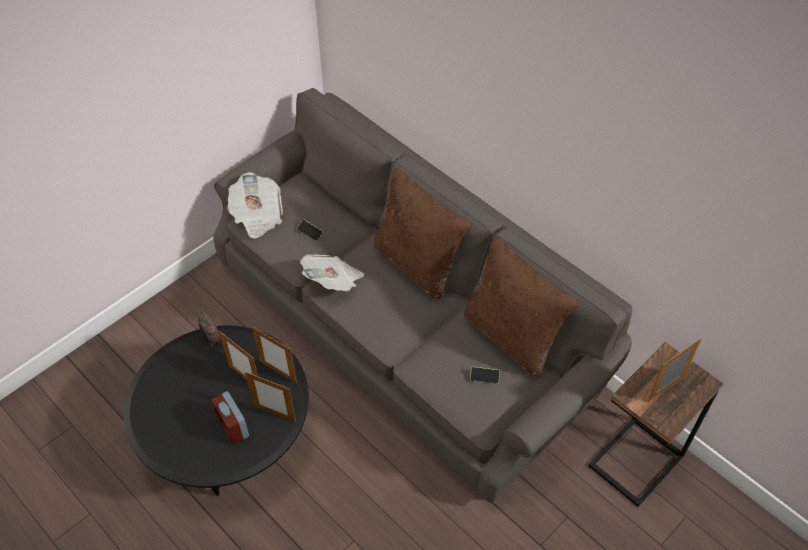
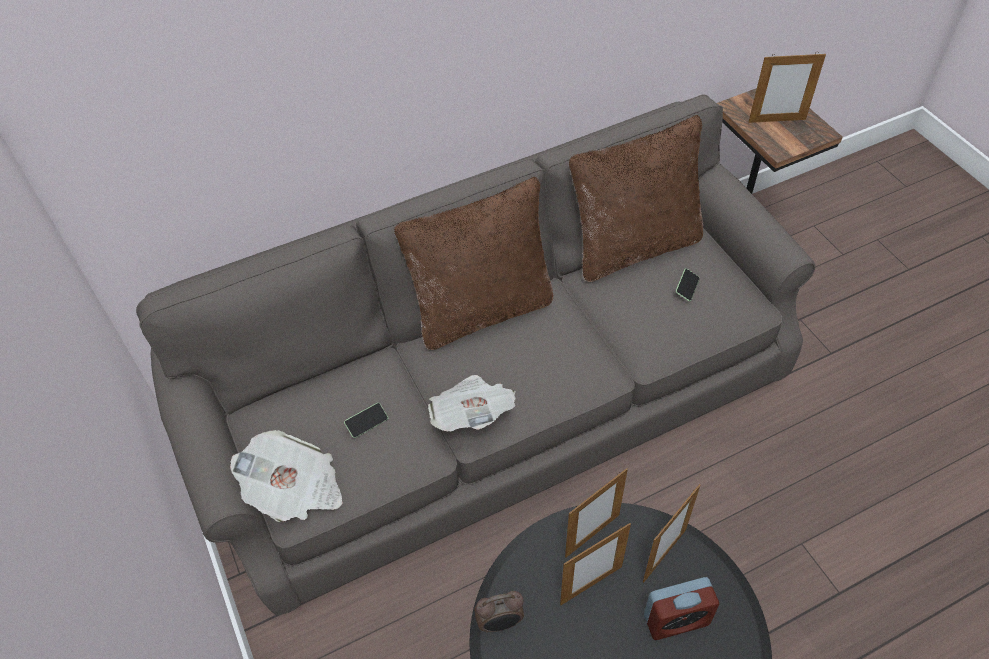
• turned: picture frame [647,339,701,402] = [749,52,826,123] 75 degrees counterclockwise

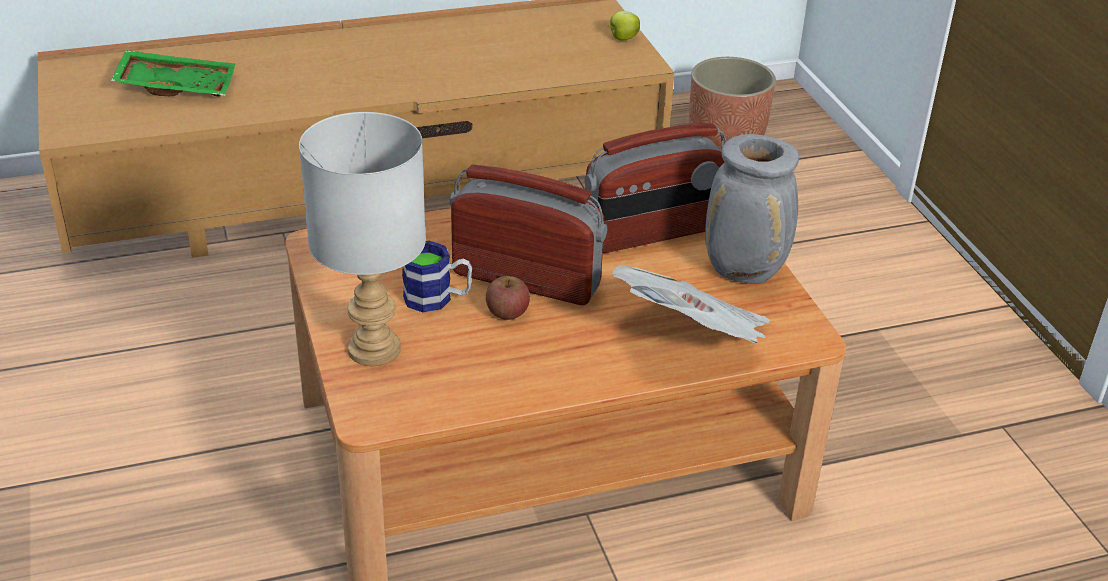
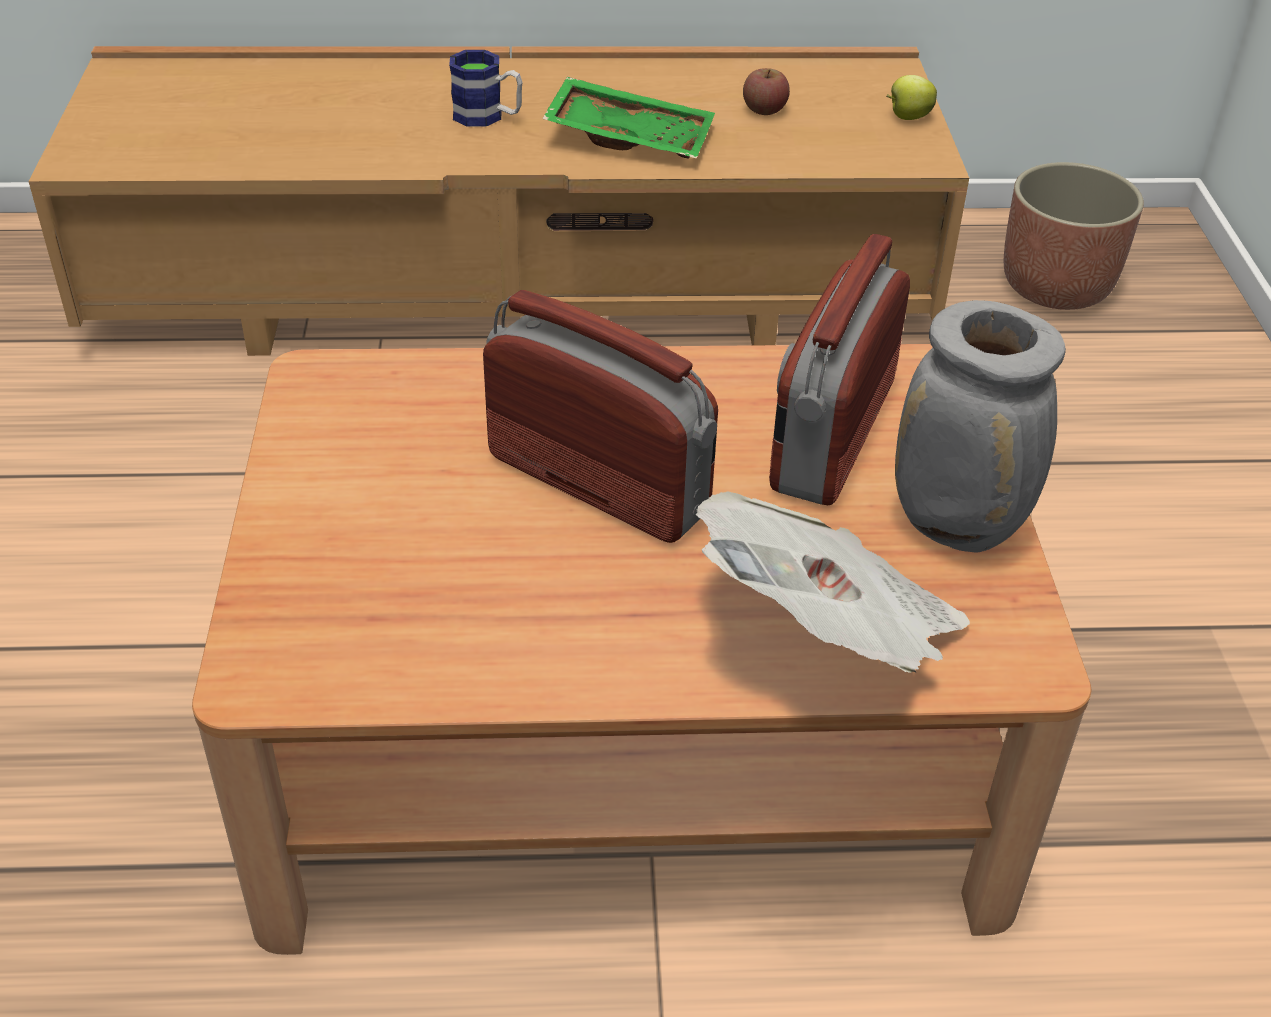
• removed: table lamp (grey) [299,112,426,366]
• moved: tray (green) [111,50,235,97] to [542,77,715,159]
• moved: mug [402,241,472,312] to [449,50,522,127]
• moved: apple [486,276,530,320] to [743,68,790,115]
• turned: radio [584,123,726,253] = [769,234,910,505] 120 degrees clockwise

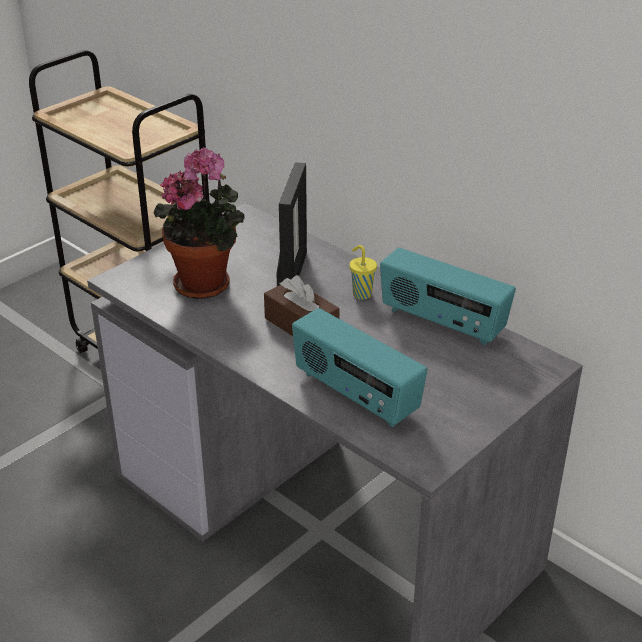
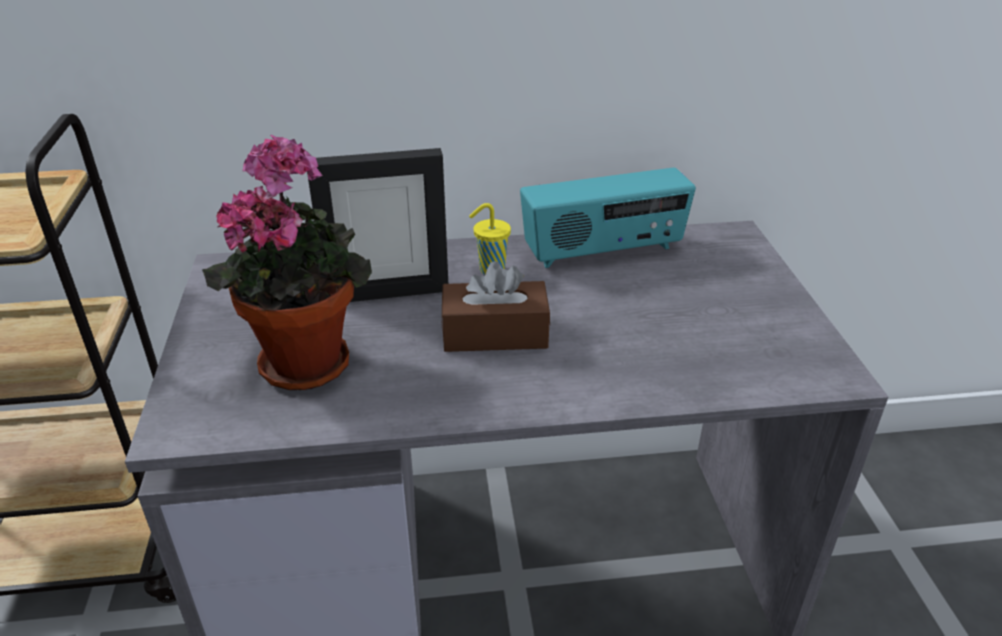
• removed: radio [292,308,427,427]
• turned: picture frame [276,162,307,286] = [307,148,448,302] 120 degrees clockwise

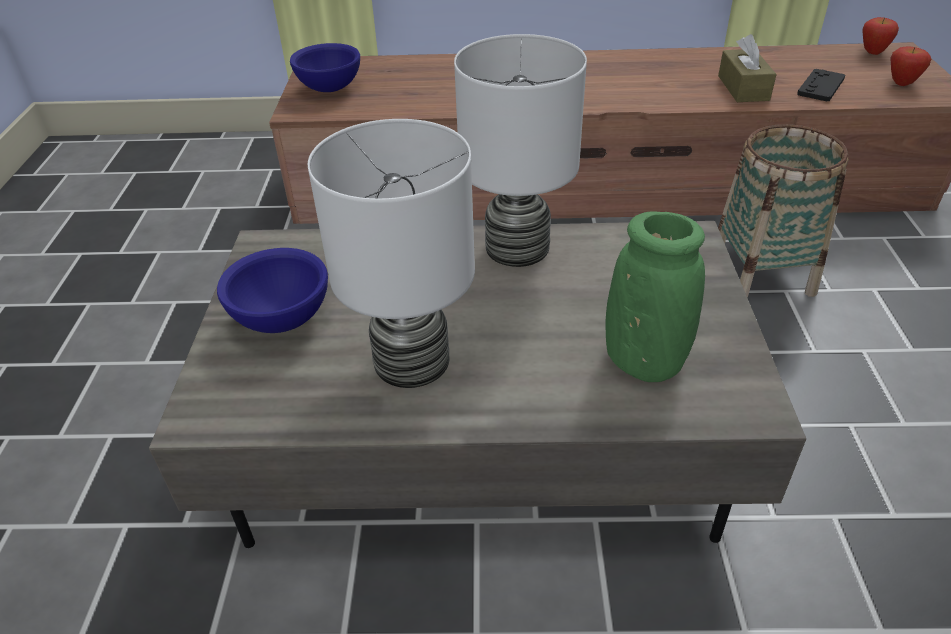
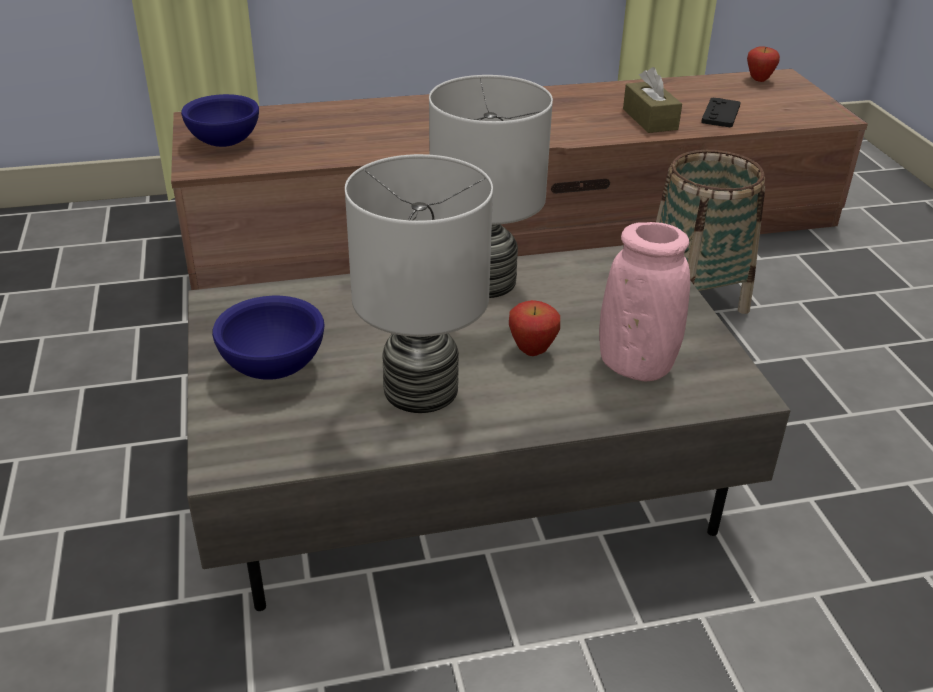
• moved: apple [890,46,931,86] to [509,300,560,356]
• recoloured: vase (green) [606,211,705,382] to vase (pink) [599,222,690,381]

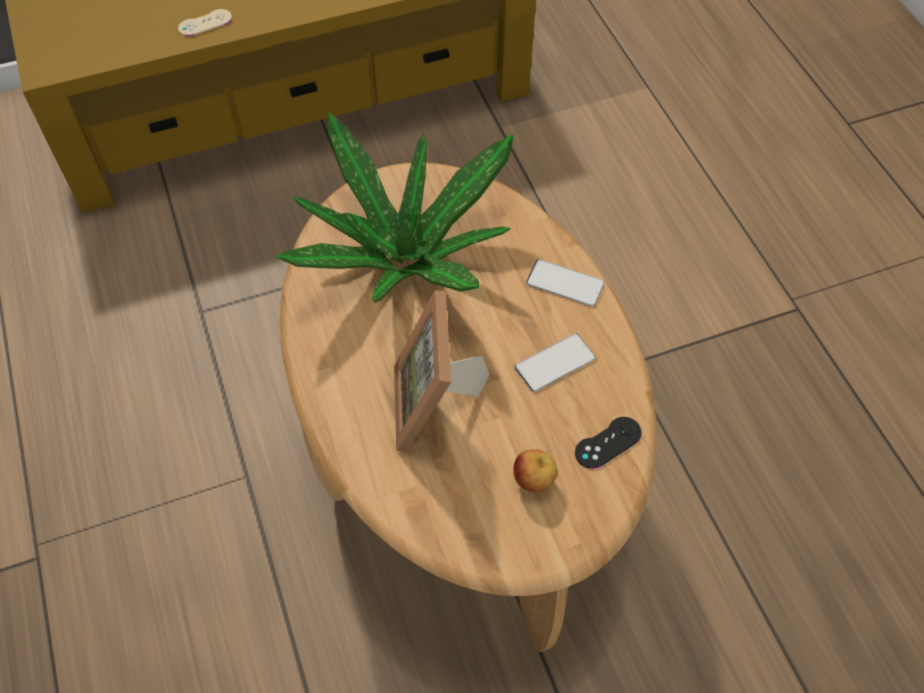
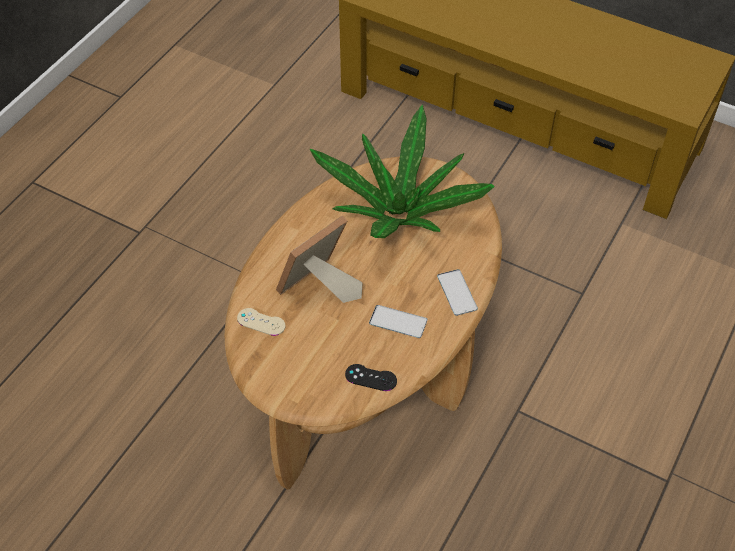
• removed: apple [513,449,558,493]
• moved: game controller (beige) [178,9,232,36] to [237,308,285,336]

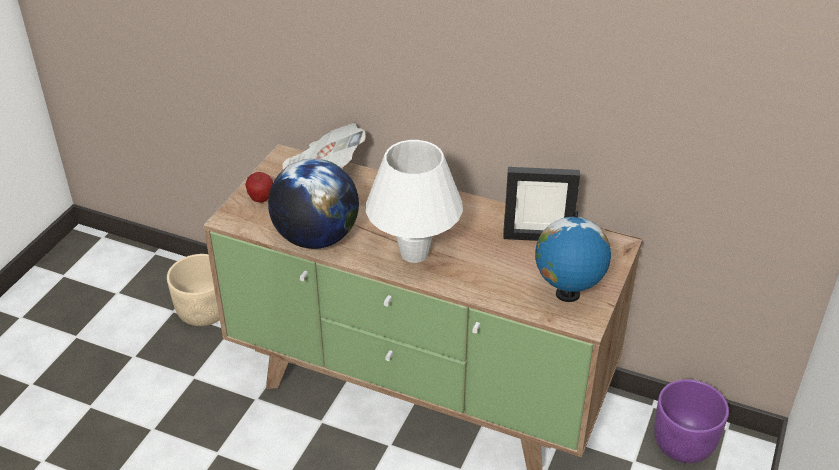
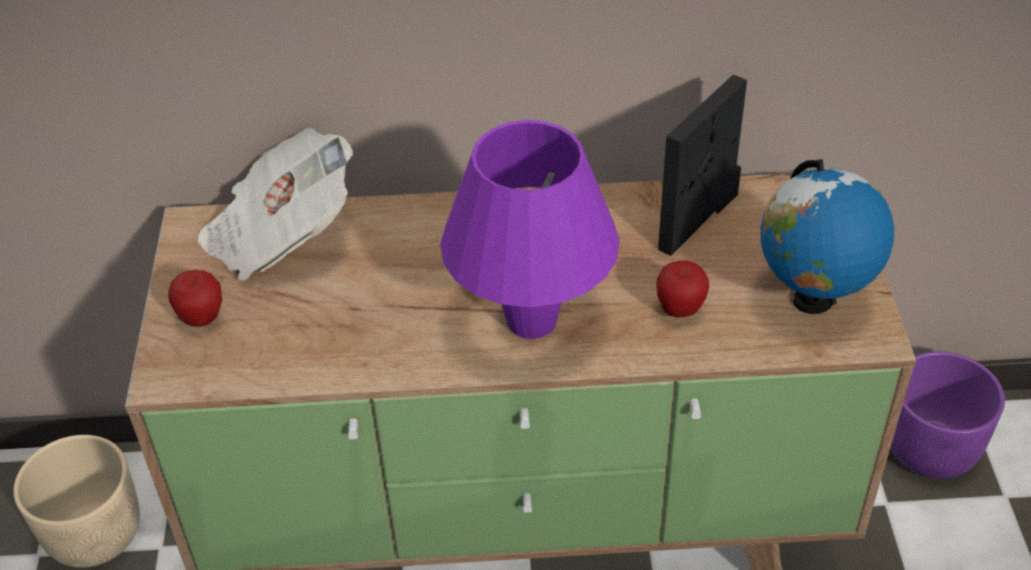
• removed: globe [268,158,359,249]
• added: apple [656,261,709,317]
• recoloured: table lamp (white) [366,140,463,263] to table lamp (purple) [440,120,620,339]
• turned: picture frame [503,167,580,241] = [658,74,747,256] 150 degrees clockwise

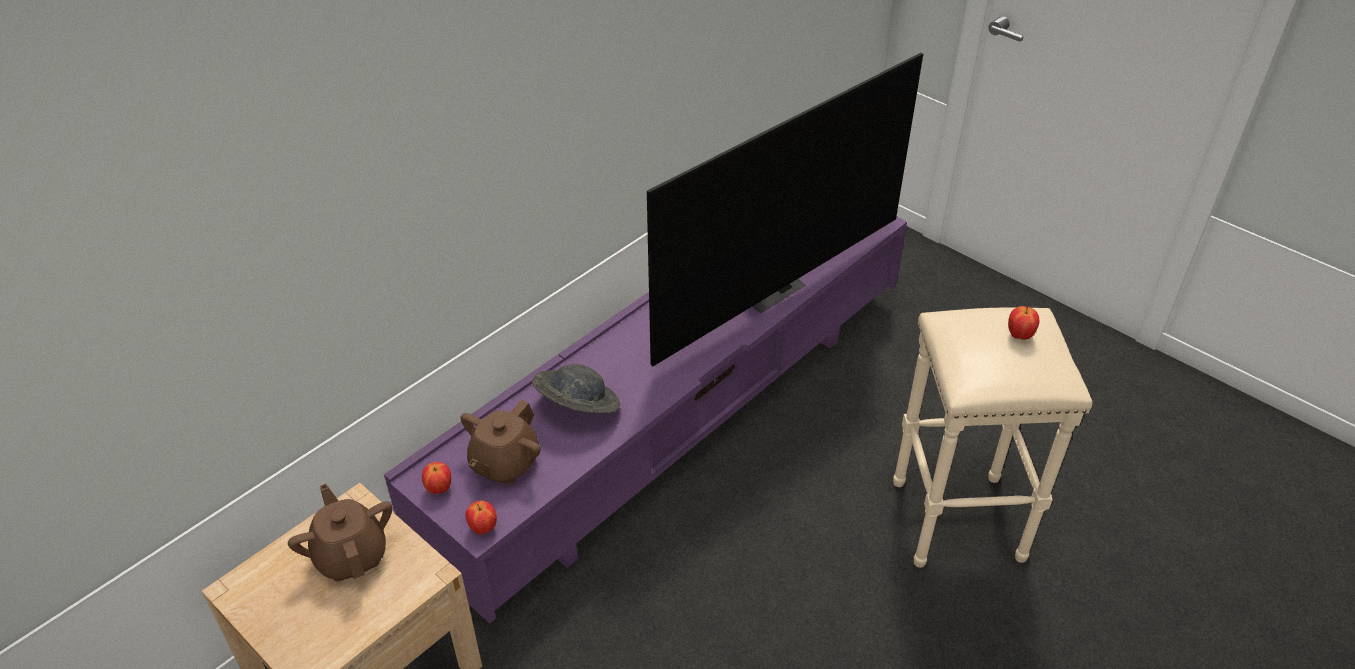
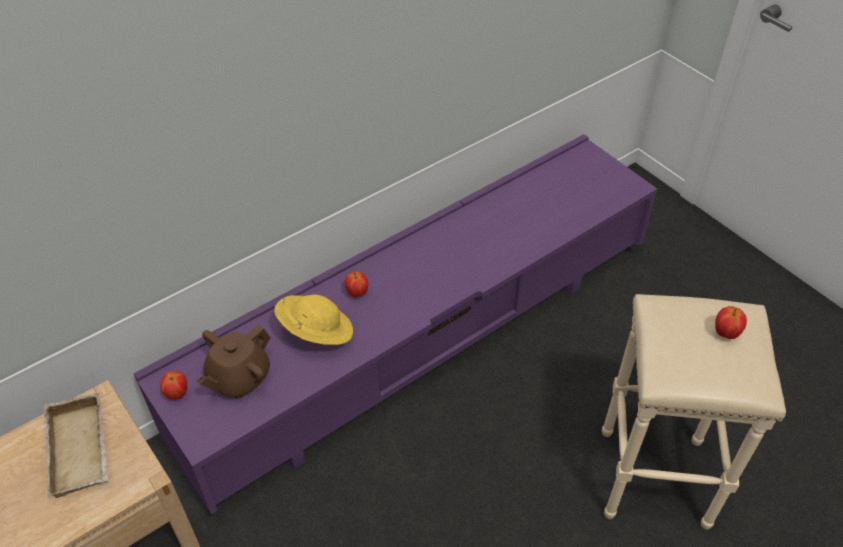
• removed: television [647,53,923,366]
• moved: apple [466,501,497,535] to [345,271,368,298]
• replaced: teapot (brown) [288,484,392,581] to tray (beige) [43,392,108,498]
• recoloured: hat (grey) [532,364,620,413] to hat (yellow) [274,294,353,345]

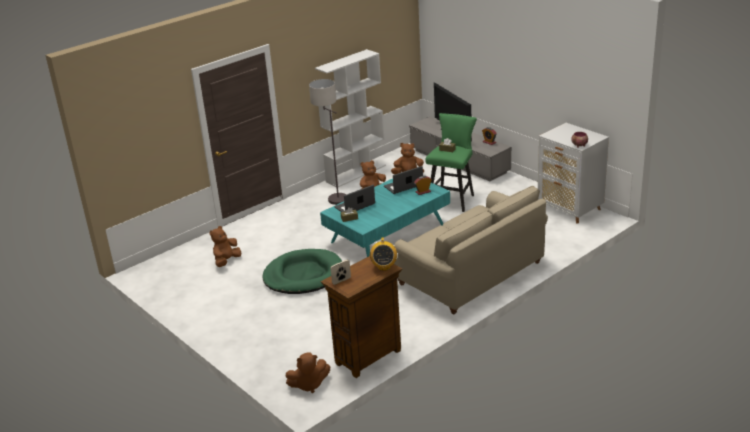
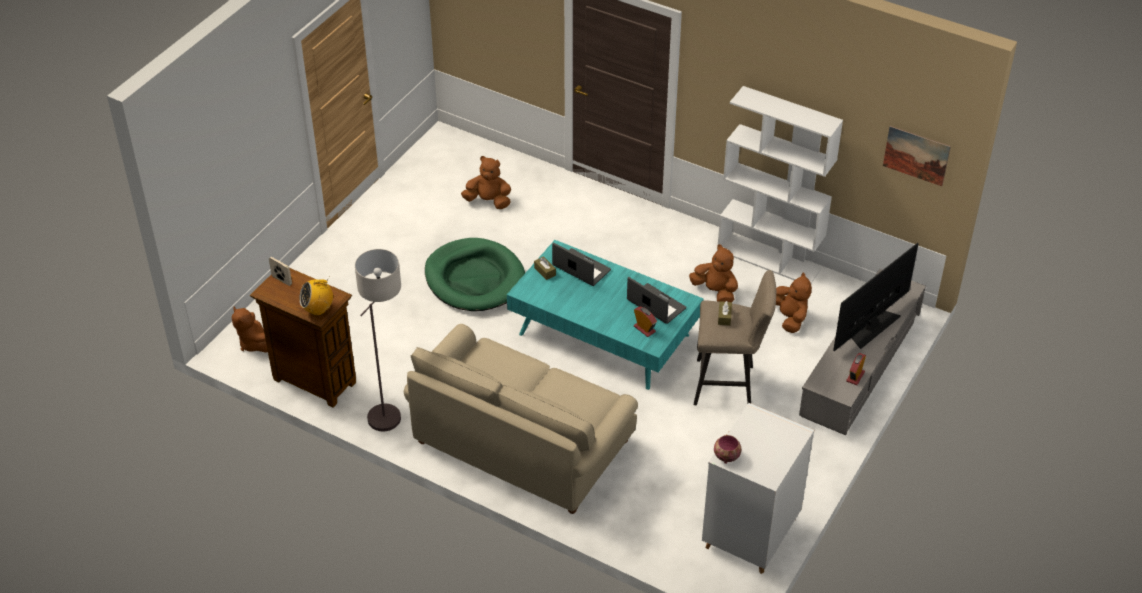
• added: picture [883,126,951,186]
• moved: floor lamp (grey) [309,79,347,205] to [355,249,401,431]
• recoloured: stool (green) [425,113,477,212] to stool (beige) [694,270,776,405]

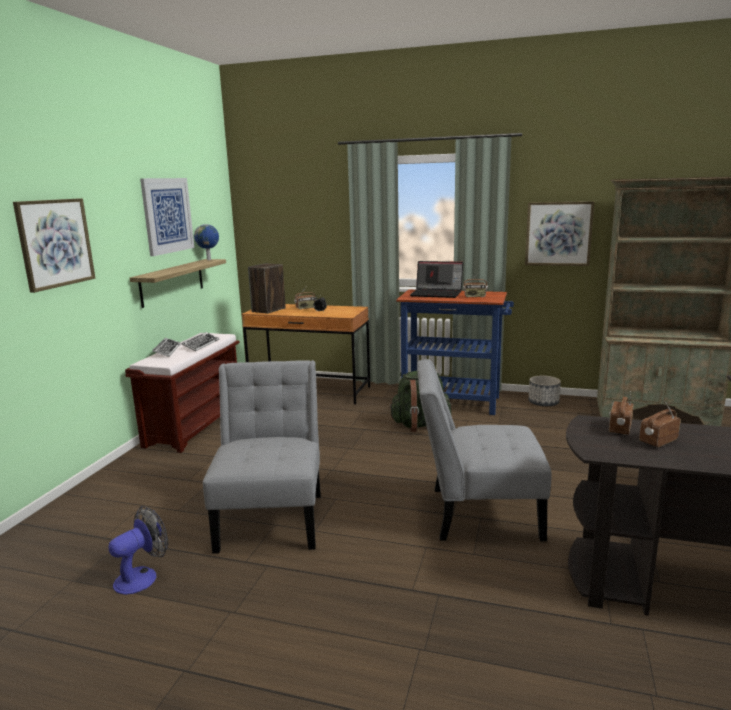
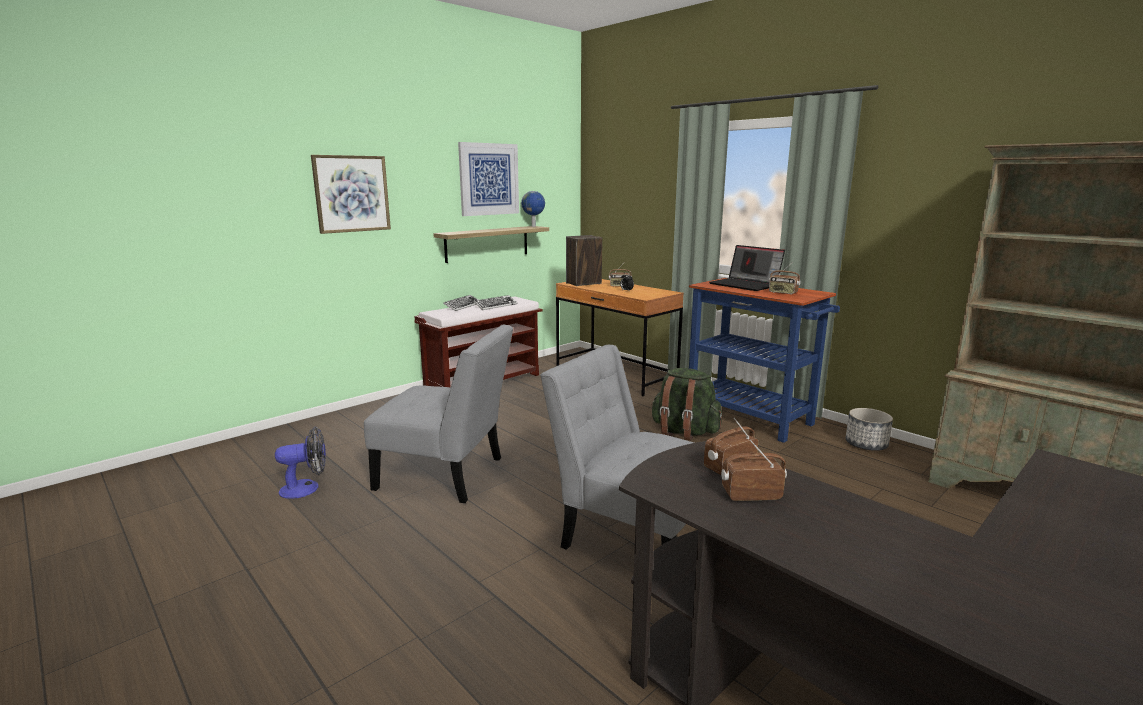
• removed: picture [525,201,594,266]
• turned: chair (grey) [203,360,321,554] = [364,325,513,503] 75 degrees clockwise

